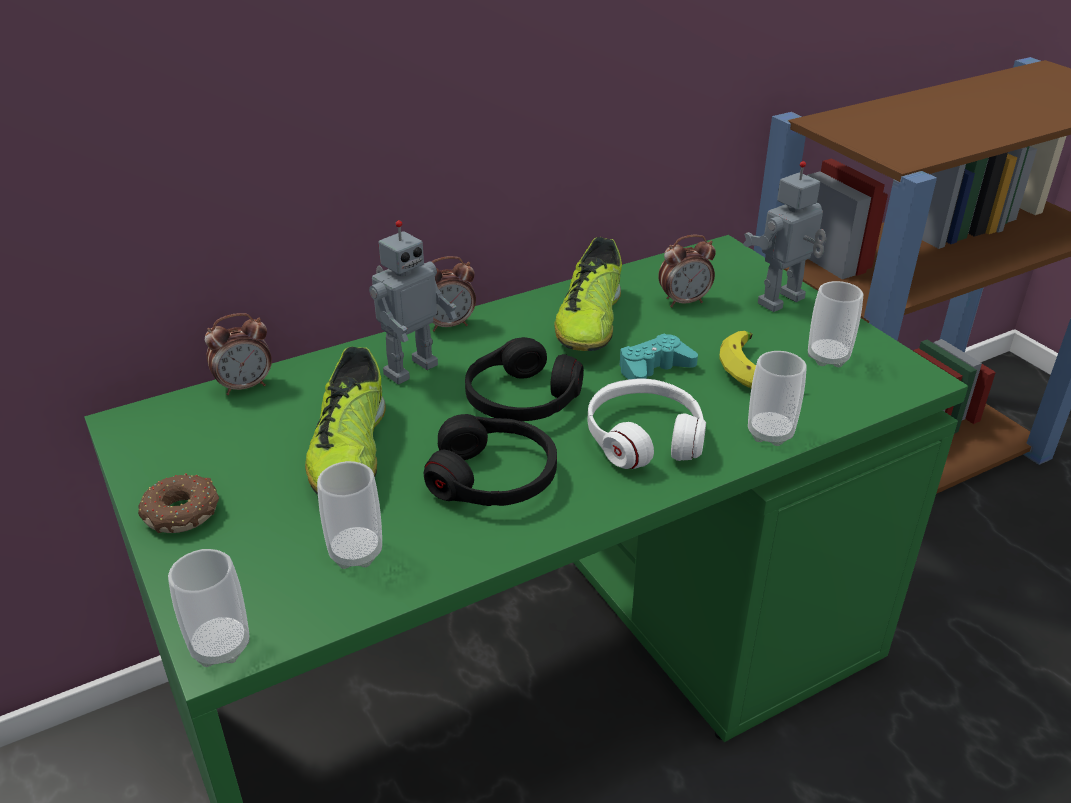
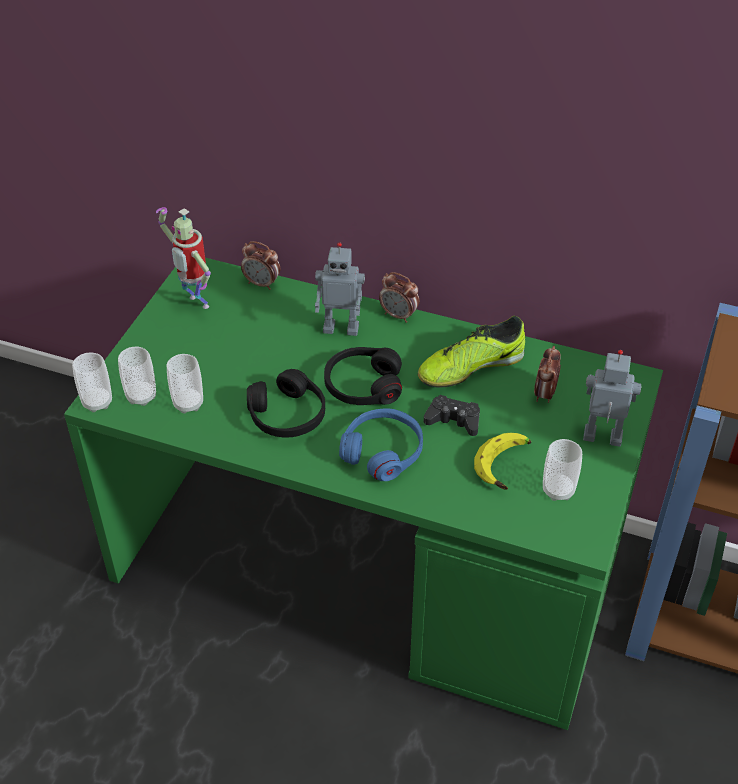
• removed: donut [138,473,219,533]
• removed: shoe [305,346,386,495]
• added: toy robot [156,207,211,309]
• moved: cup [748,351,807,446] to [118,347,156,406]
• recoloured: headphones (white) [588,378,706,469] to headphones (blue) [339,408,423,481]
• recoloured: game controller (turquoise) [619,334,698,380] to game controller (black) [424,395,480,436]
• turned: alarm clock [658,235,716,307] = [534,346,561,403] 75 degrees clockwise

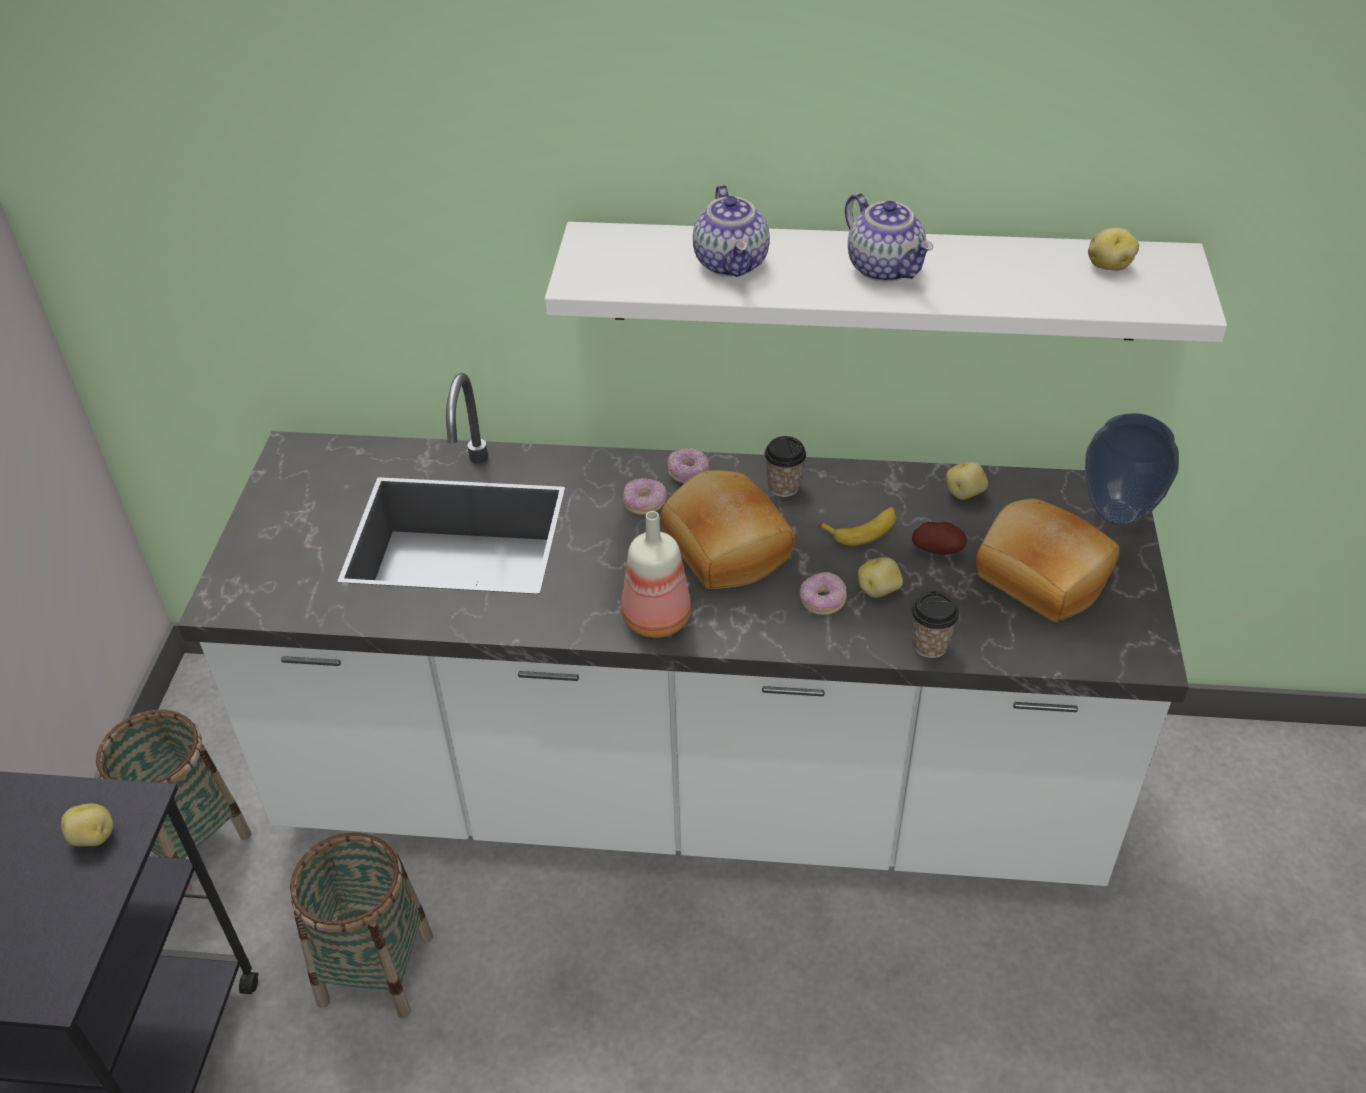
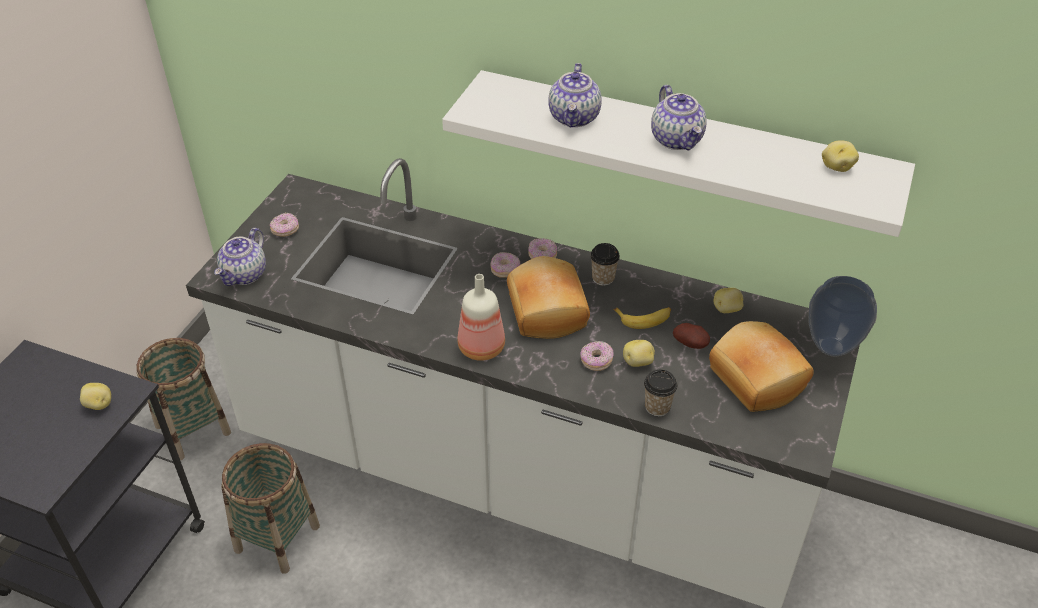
• added: teapot [215,228,266,286]
• added: donut [270,213,299,237]

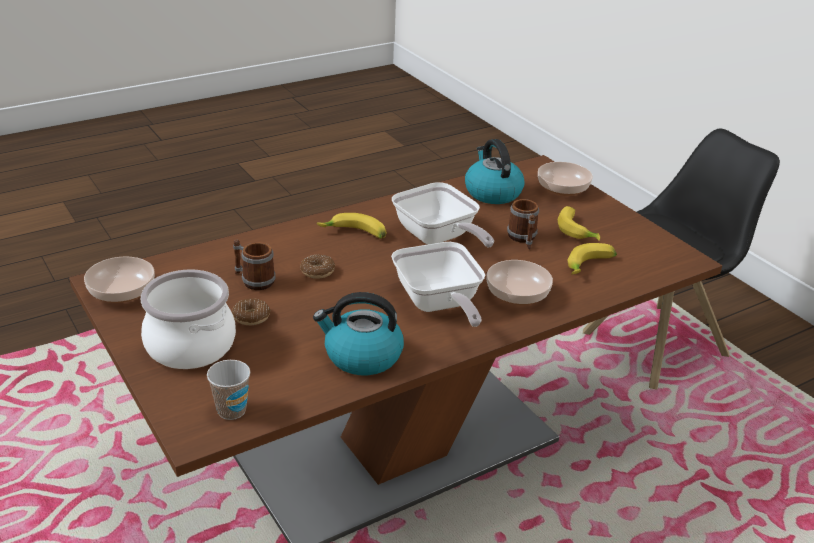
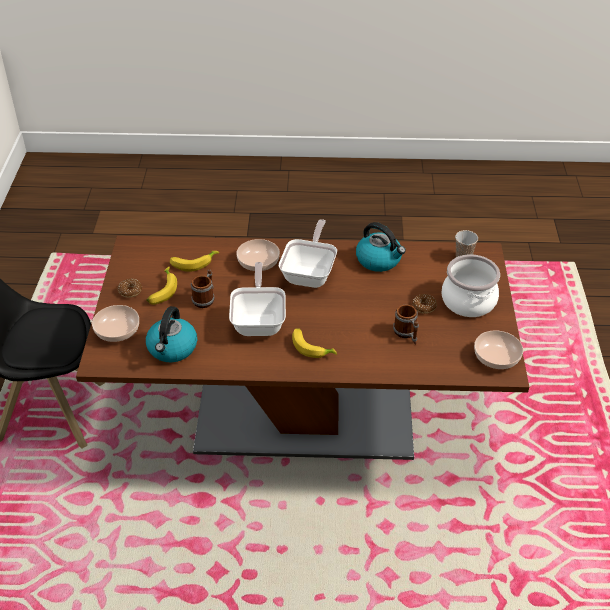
• moved: donut [300,254,335,279] to [117,278,142,298]

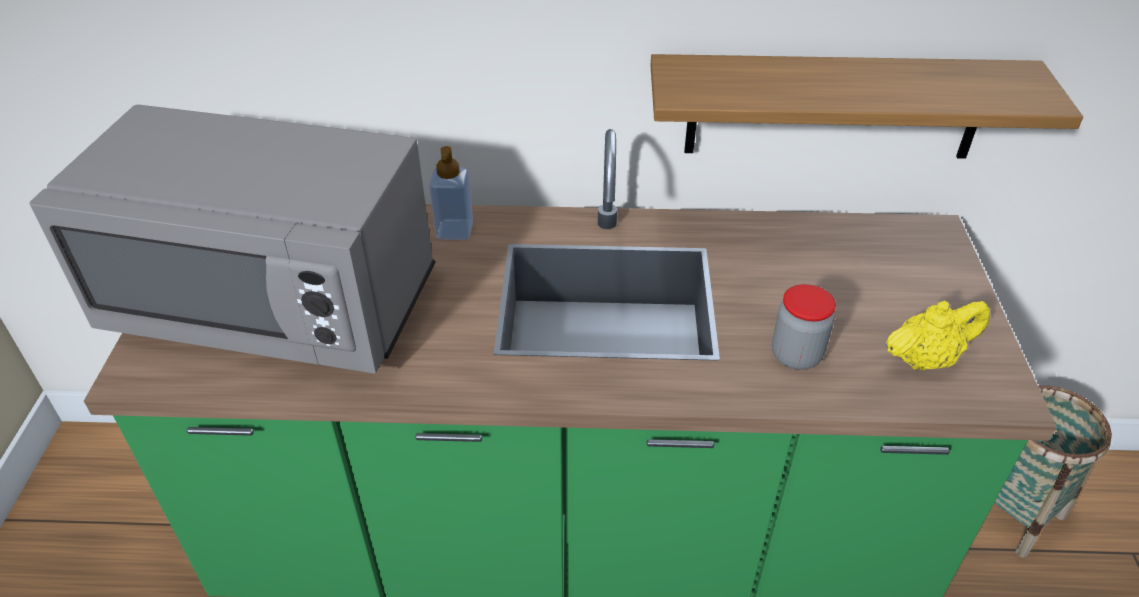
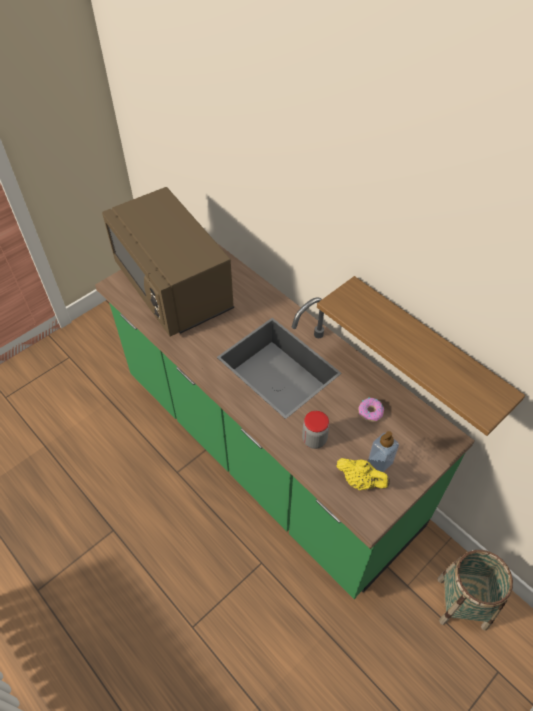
• added: donut [359,398,384,422]
• moved: soap dispenser [429,146,473,240] to [368,431,399,472]
• recoloured: microwave (grey) [29,105,435,374] to microwave (brown) [102,187,234,336]

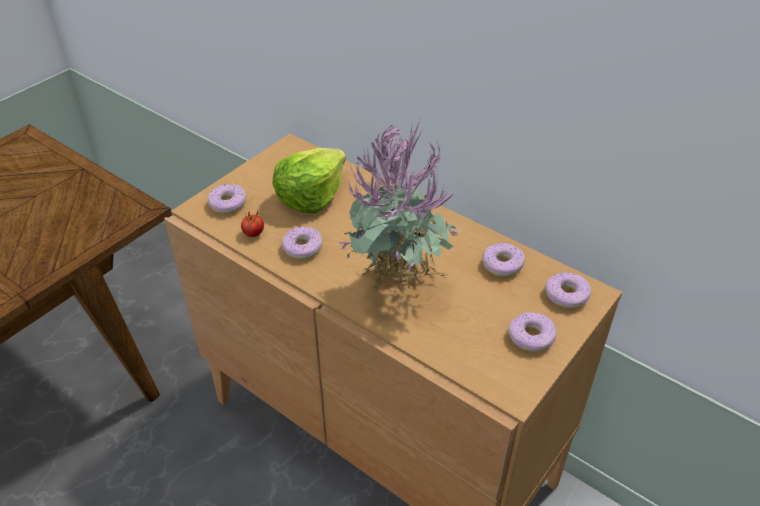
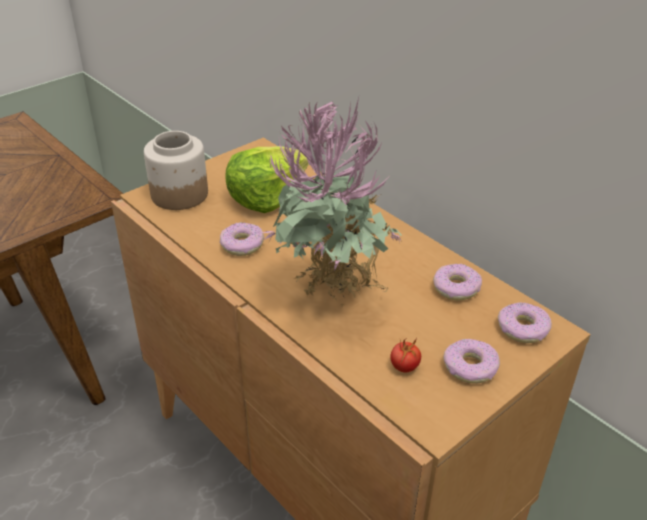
• moved: tomato [241,211,264,237] to [390,338,421,372]
• replaced: donut [208,184,247,214] to jar [144,131,208,210]

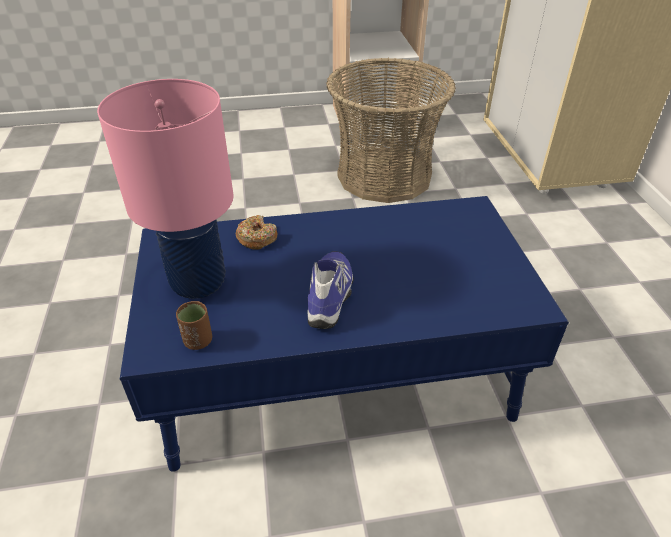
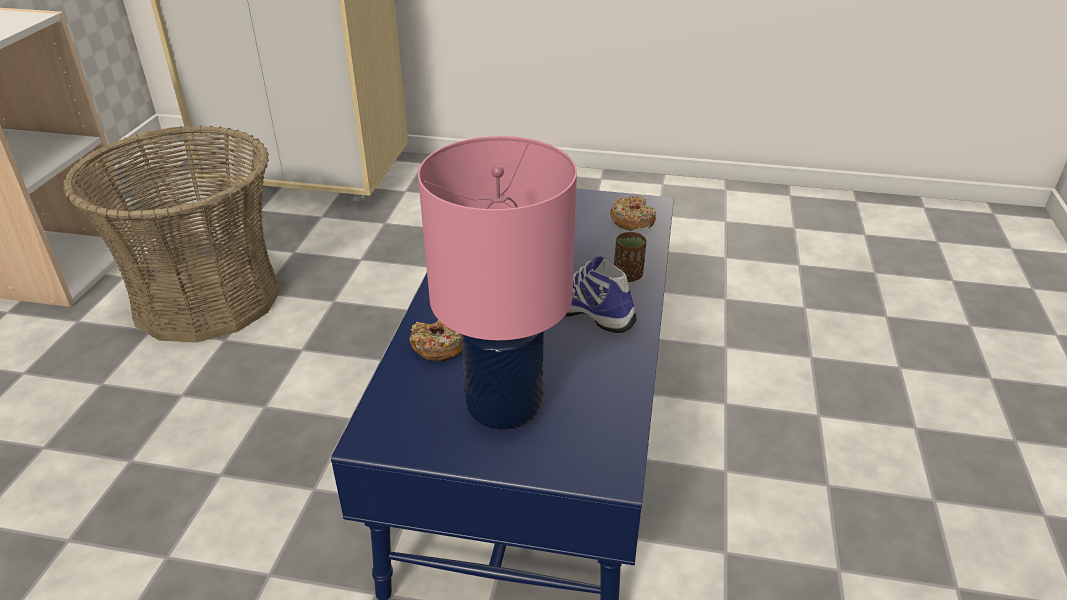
• added: donut [610,196,656,231]
• moved: cup (brown) [176,301,212,350] to [614,231,647,282]

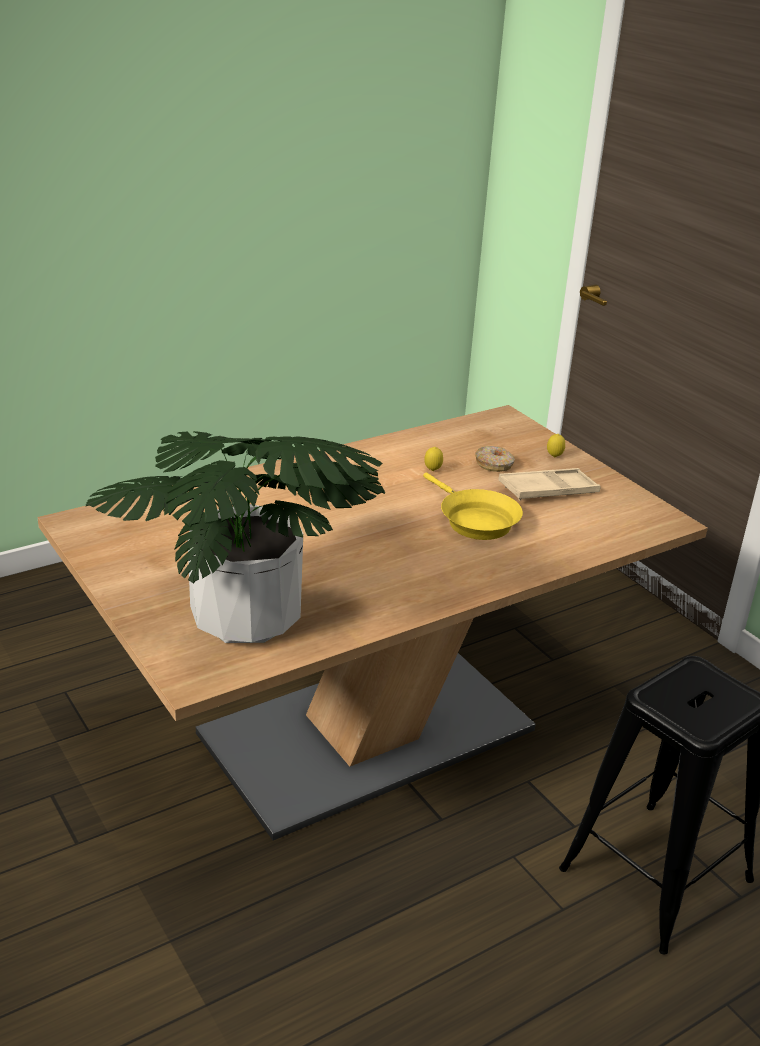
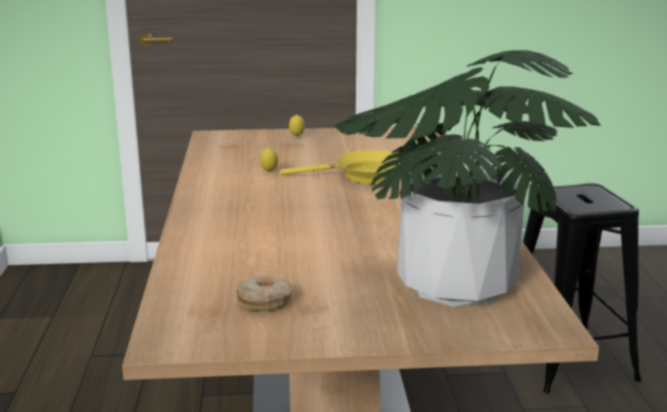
• removed: tray (beige) [498,468,601,501]
• moved: donut [475,446,515,472] to [236,276,292,311]

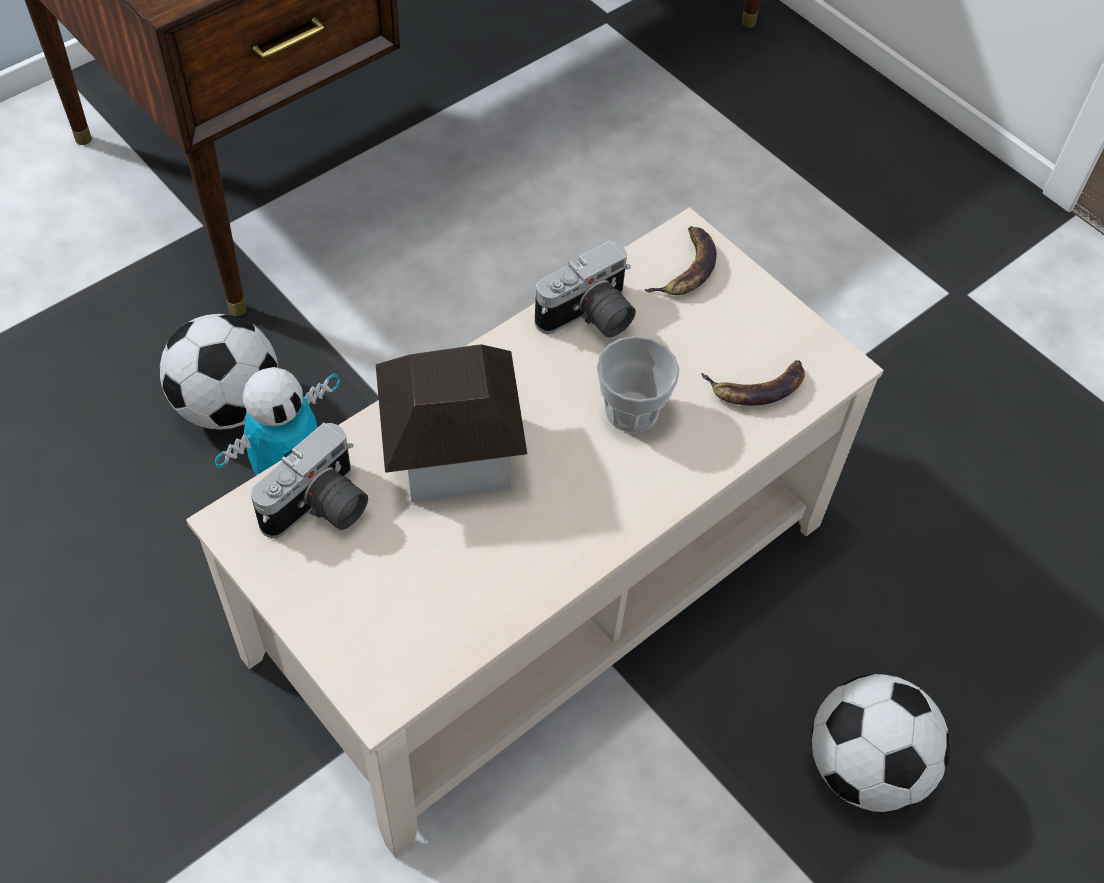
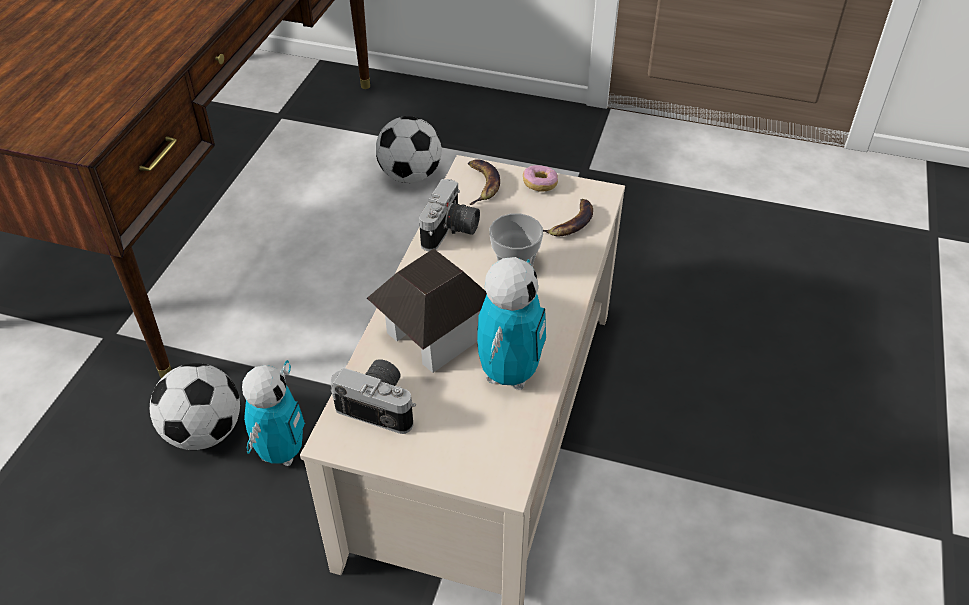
• added: toy robot [477,257,546,390]
• added: donut [523,165,558,192]
• moved: football [811,674,950,812] to [375,116,442,183]
• turned: photo camera [251,423,368,539] = [331,359,416,434] 75 degrees counterclockwise

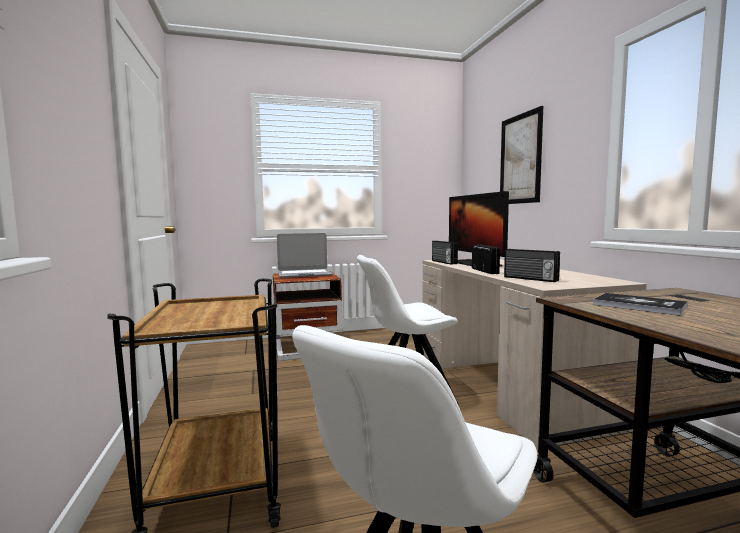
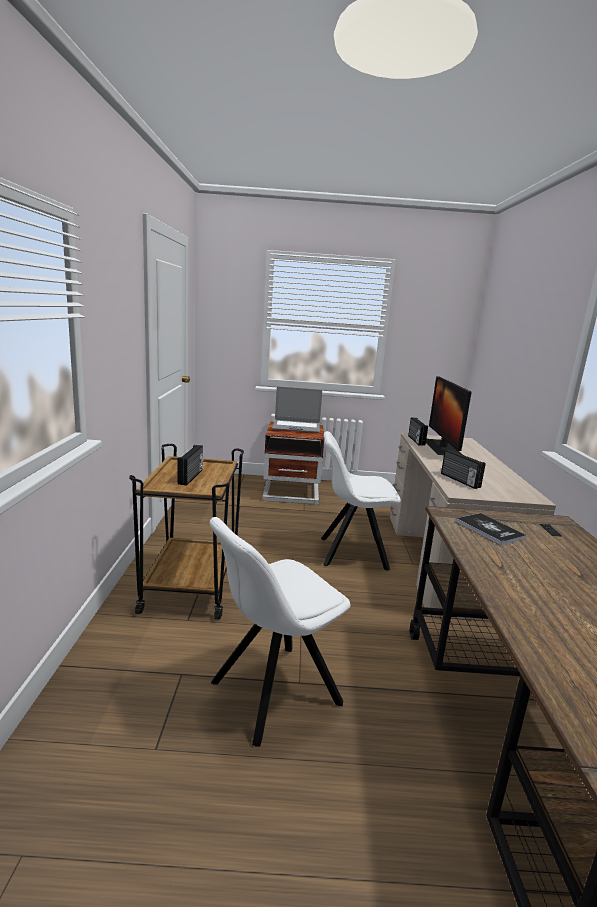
• removed: picture [500,106,543,204]
• moved: radio [472,245,500,274] to [177,445,204,486]

